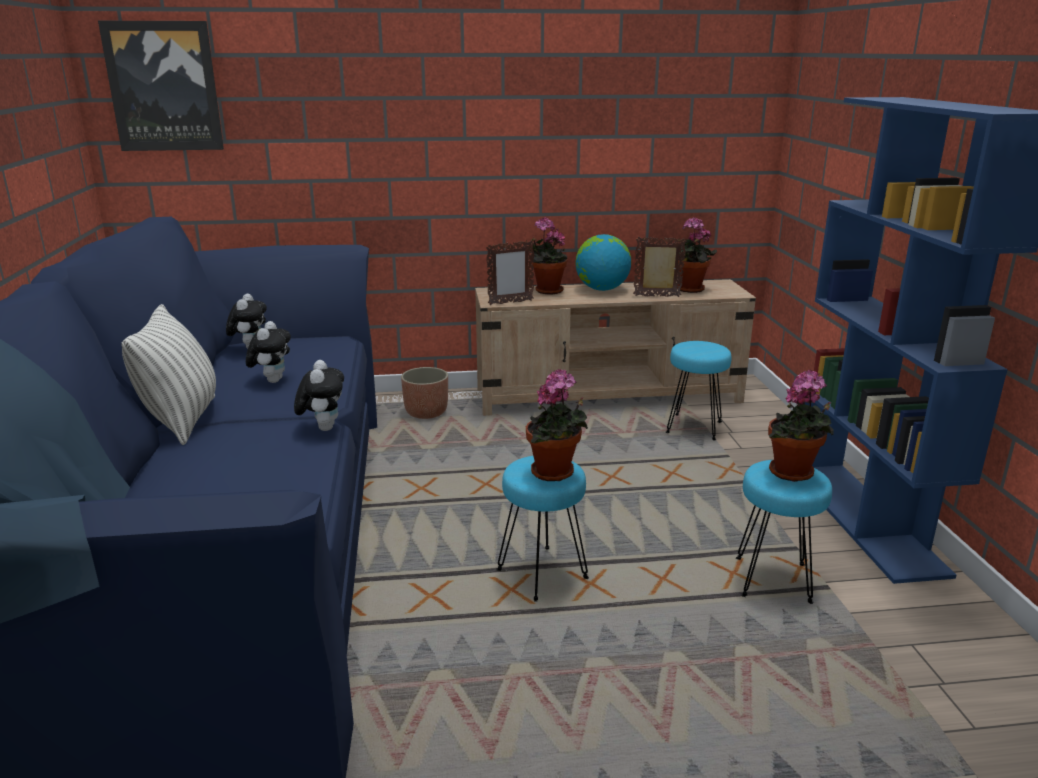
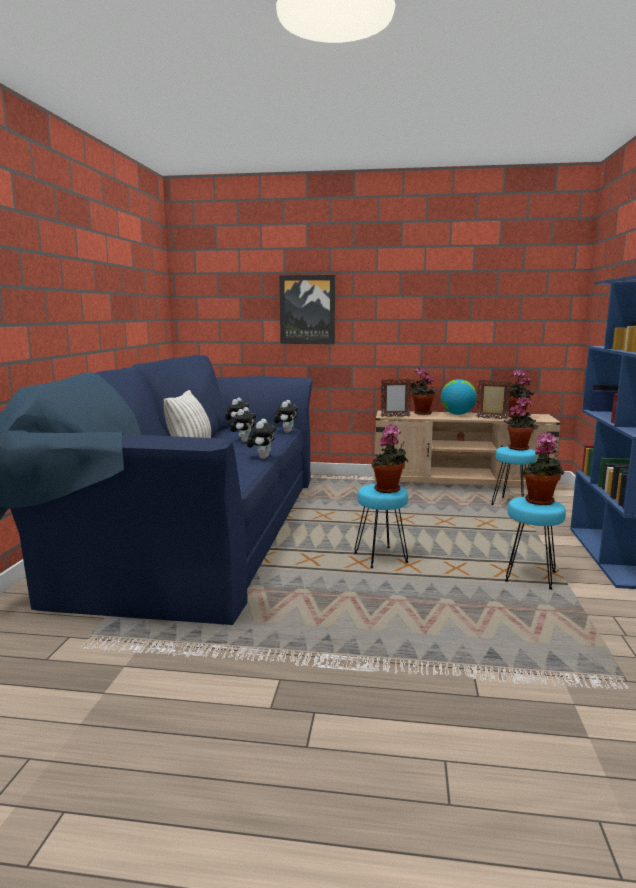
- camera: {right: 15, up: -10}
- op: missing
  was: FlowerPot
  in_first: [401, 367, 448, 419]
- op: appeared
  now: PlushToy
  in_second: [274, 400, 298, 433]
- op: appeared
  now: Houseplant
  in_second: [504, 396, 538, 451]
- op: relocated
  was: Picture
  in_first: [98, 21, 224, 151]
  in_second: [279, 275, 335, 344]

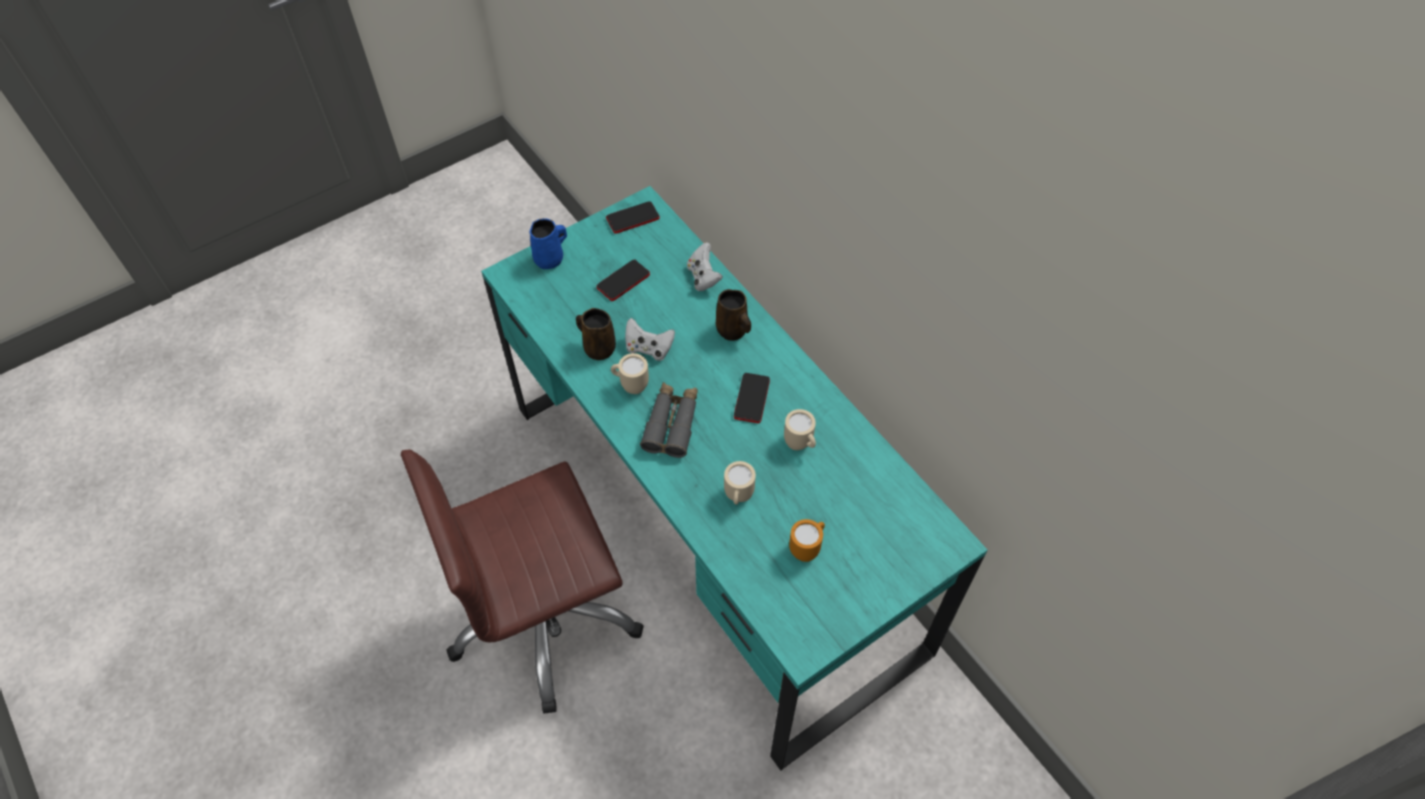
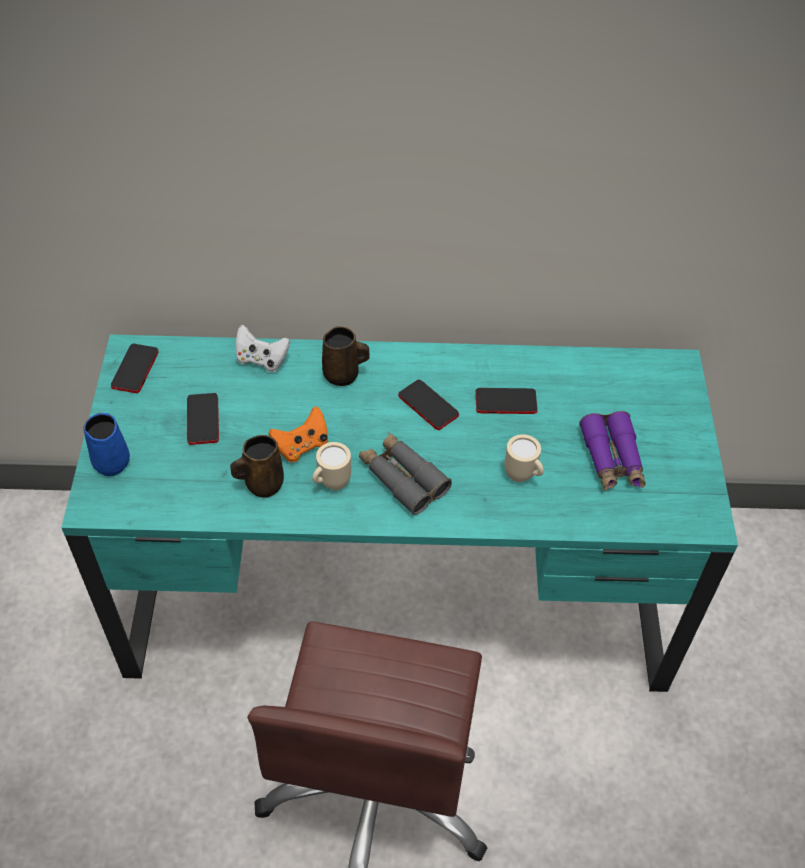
- camera: {right: -55, up: -5}
- op: exchanged
  was: SandColouredTeaMug
  now: Telephone
  in_first: [784, 409, 816, 450]
  in_second: [475, 388, 538, 414]
- op: exchanged
  was: OrangeyTeaMug
  now: PurpleFieldGlasses
  in_first: [789, 519, 825, 562]
  in_second: [579, 411, 646, 491]
- op: colour
  was: WhiteJoypad
  now: OrangeyJoypad
  in_first: [625, 318, 675, 361]
  in_second: [269, 407, 328, 462]

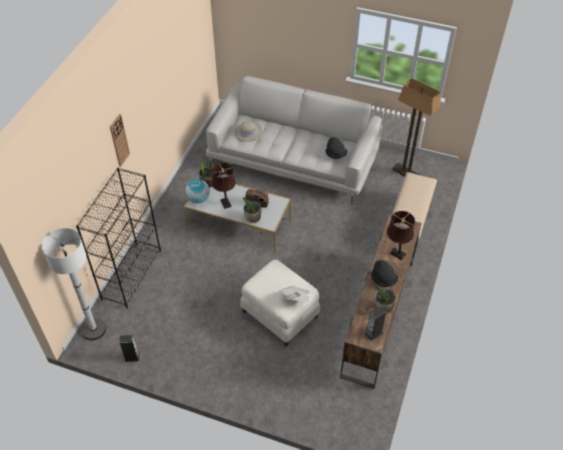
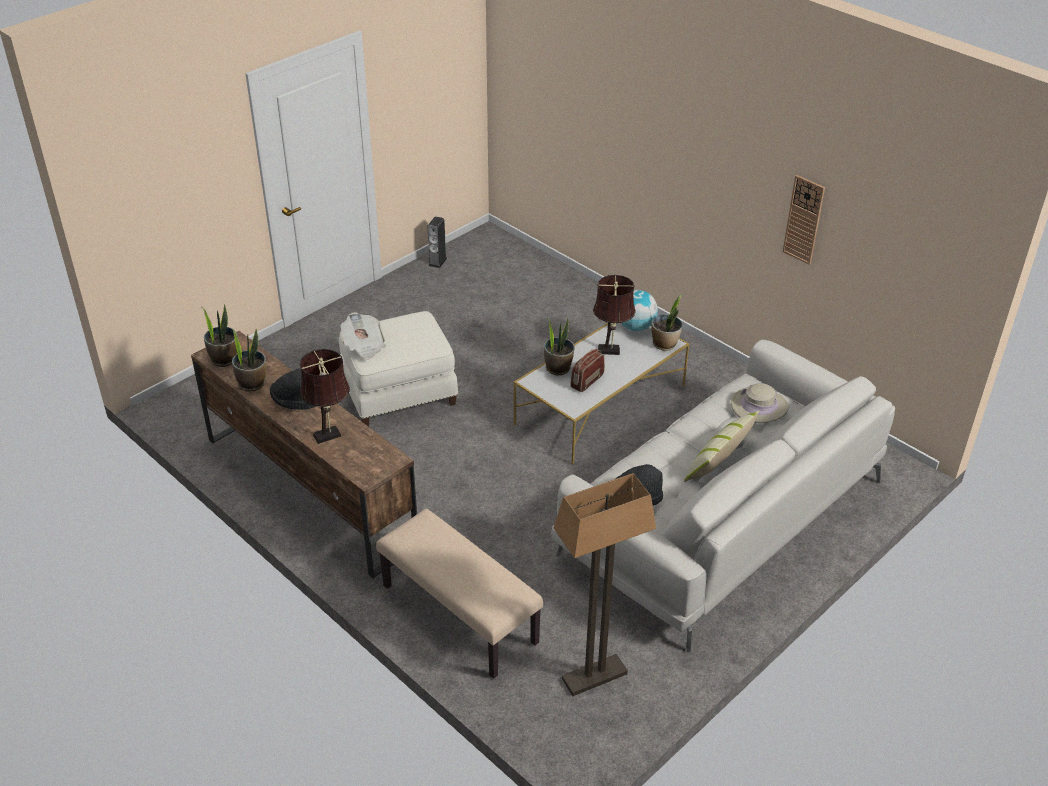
- camera: {right: 115, up: -10}
- op: missing
  was: WhiteStandingLamp
  in_first: [42, 228, 106, 340]
- op: missing
  was: BlackishBookshelf
  in_first: [76, 168, 161, 308]
- op: appeared
  now: Cushion
  in_second: [684, 411, 760, 482]
- op: relocated
  was: WallClock
  in_first: [110, 114, 130, 167]
  in_second: [783, 175, 825, 265]
- op: exchanged
  was: Speaker
  now: Houseplant
  in_first: [365, 306, 386, 341]
  in_second: [202, 304, 237, 367]

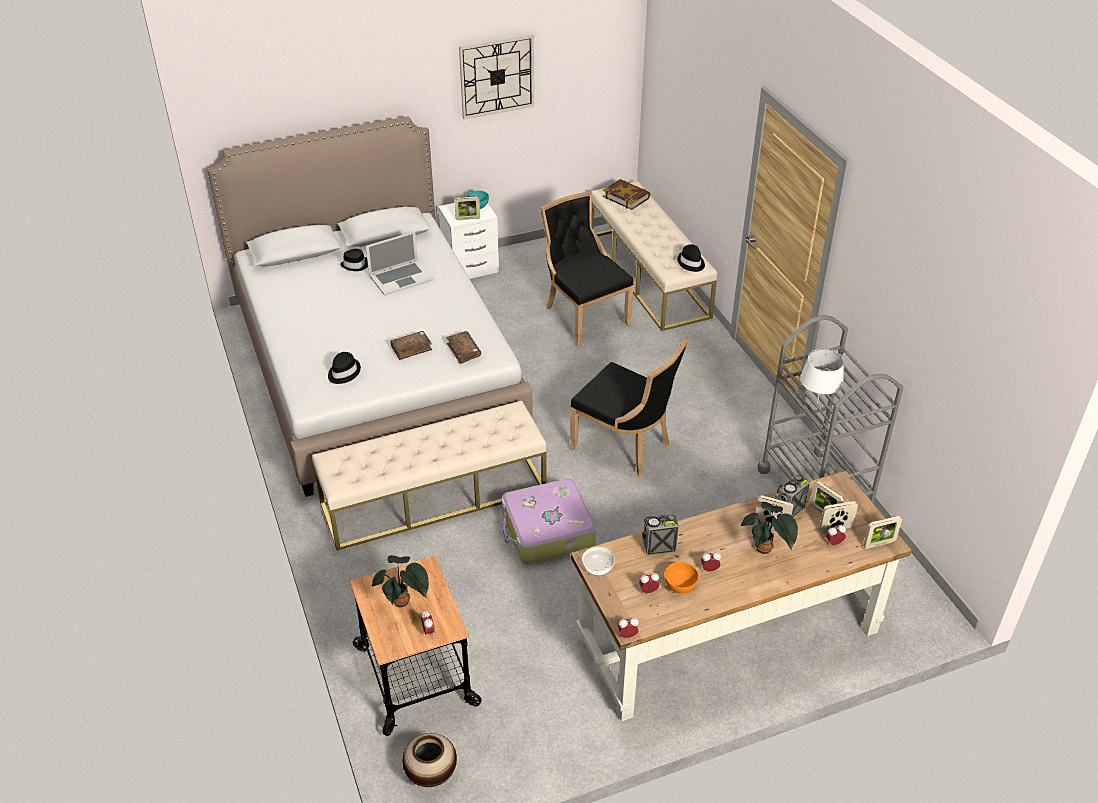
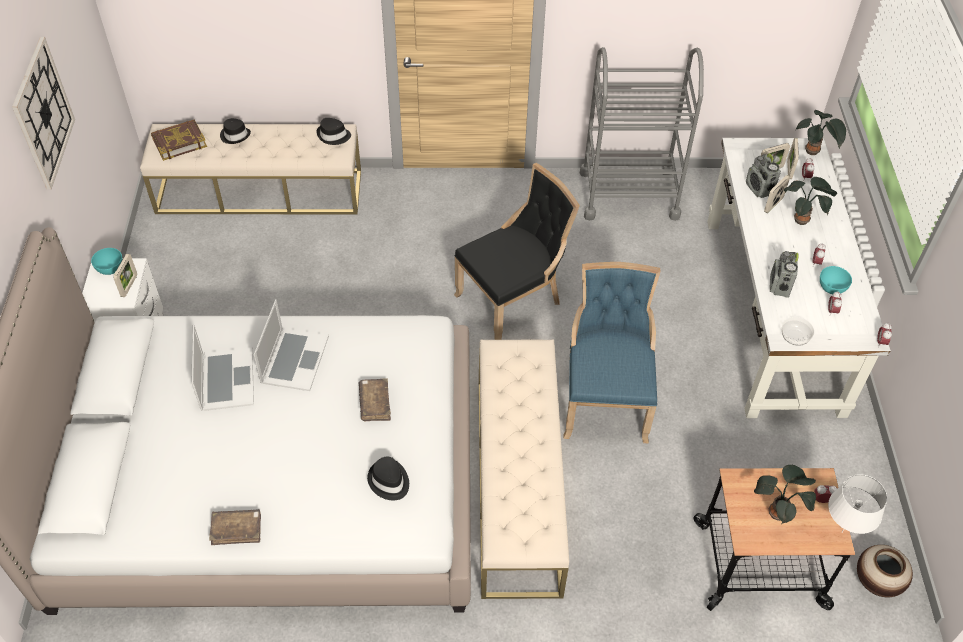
- camera: {right: -70, up: 10}
- op: missing
  was: BlackishChair
  in_first: [540, 191, 634, 347]
- op: appeared
  now: NotebookComputer
  in_second: [253, 299, 329, 391]
- op: relocated
  was: BlackishWearableHat
  in_first: [340, 249, 368, 271]
  in_second: [220, 118, 251, 144]
- op: relocated
  was: BrownBoundBook
  in_first: [446, 331, 481, 364]
  in_second: [209, 509, 261, 545]
- op: relocated
  was: WhiteTableLamp
  in_first: [800, 349, 844, 409]
  in_second: [828, 474, 887, 534]
- op: exchanged
  was: Suitcase
  now: BlueColouredChair
  in_first: [501, 479, 596, 564]
  in_second: [564, 262, 661, 443]
- op: exchanged
  was: PhotoFrame
  now: Houseplant
  in_first: [863, 516, 902, 549]
  in_second: [796, 110, 846, 155]
- op: colour
  was: BrownDesk
  now: WhiteDesk
  in_first: [571, 470, 912, 722]
  in_second: [707, 138, 891, 418]
- op: colour
  was: OrangeyDeepDish
  now: BlueGreenDeepDish
  in_first: [665, 562, 699, 593]
  in_second: [820, 266, 852, 294]

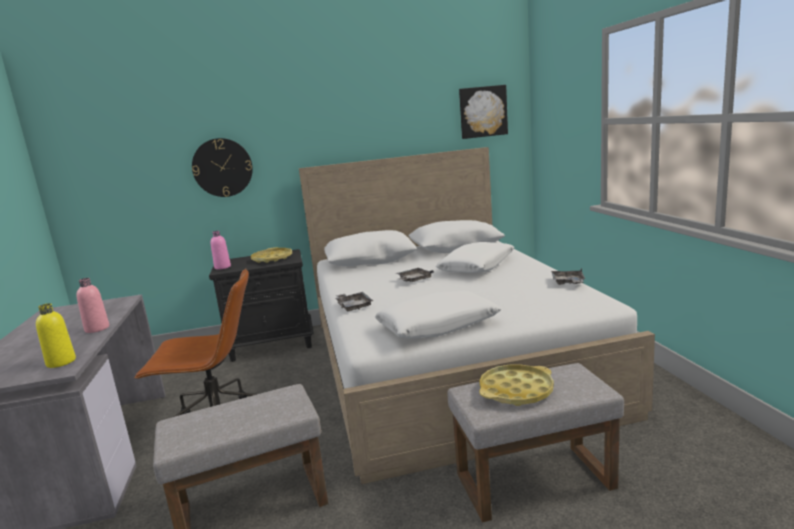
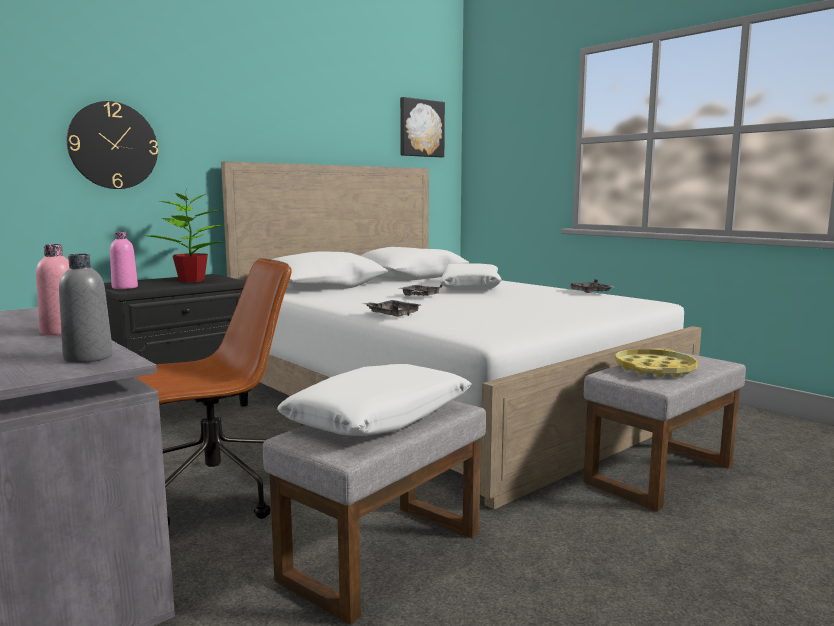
- camera: {right: -30, up: -5}
- op: relocated
  was: WhiteCushion
  in_first: [375, 291, 501, 338]
  in_second: [277, 364, 471, 436]
- op: exchanged
  was: YellowishTray
  now: Houseplant
  in_first: [251, 247, 292, 263]
  in_second: [146, 193, 224, 282]
- op: colour
  was: YellowishBeverageBottle
  now: GreyBeverageBottle
  in_first: [36, 303, 76, 368]
  in_second: [59, 254, 113, 363]

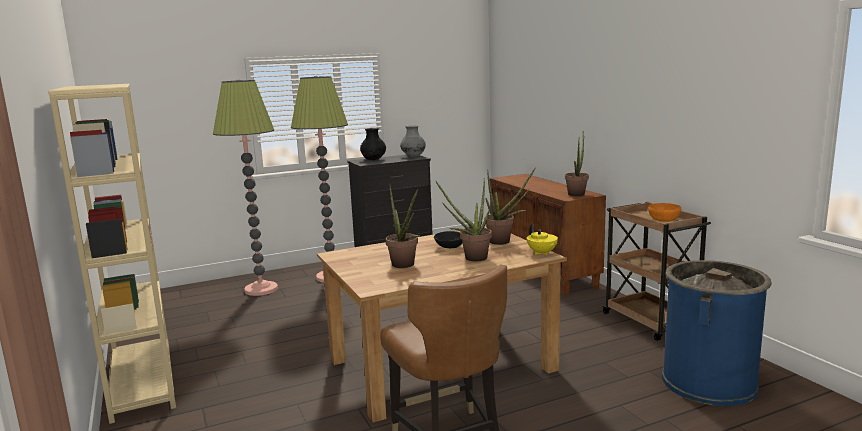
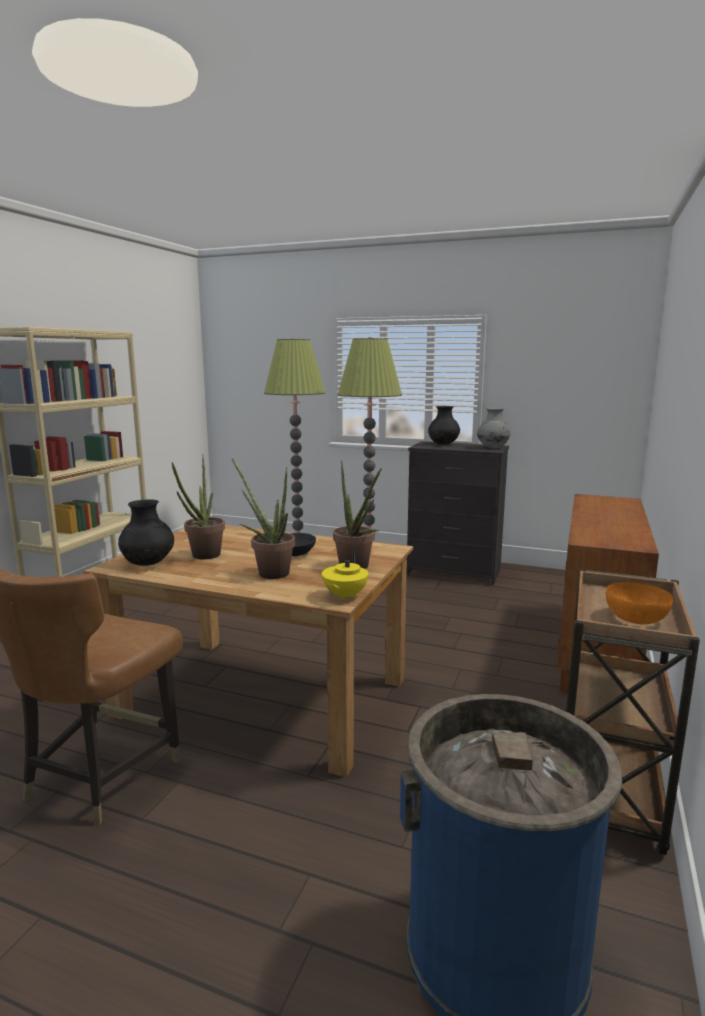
- camera: {right: 45, up: 0}
- op: missing
  was: Houseplant
  in_first: [565, 131, 589, 196]
- op: appeared
  now: BlackishFlowerVase
  in_second: [118, 500, 174, 566]

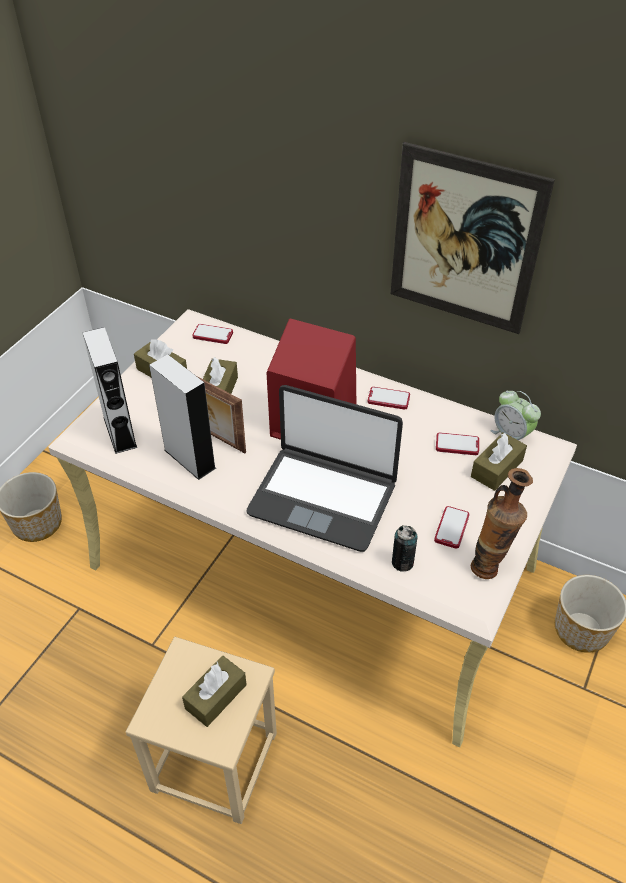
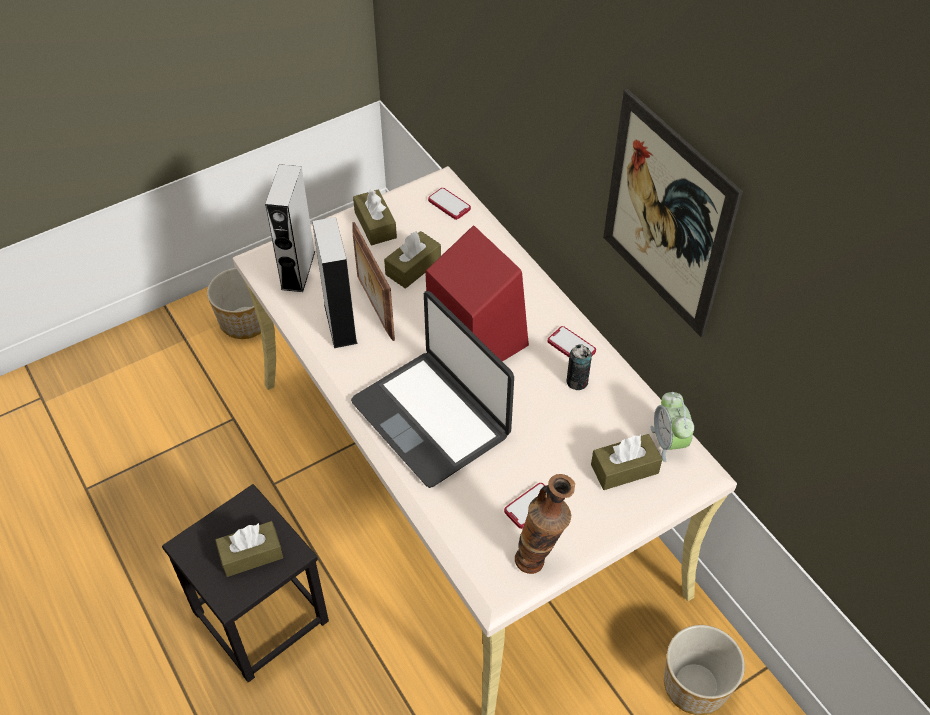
- camera: {right: 30, up: 5}
- op: missing
  was: Telephone
  in_first: [436, 433, 479, 455]
- op: relocated
  was: SealedCan
  in_first: [392, 525, 418, 572]
  in_second: [567, 344, 592, 390]
- op: colour
  was: SandColouredSittingStool
  now: BlackishSittingStool
  in_first: [126, 637, 277, 824]
  in_second: [162, 484, 329, 682]

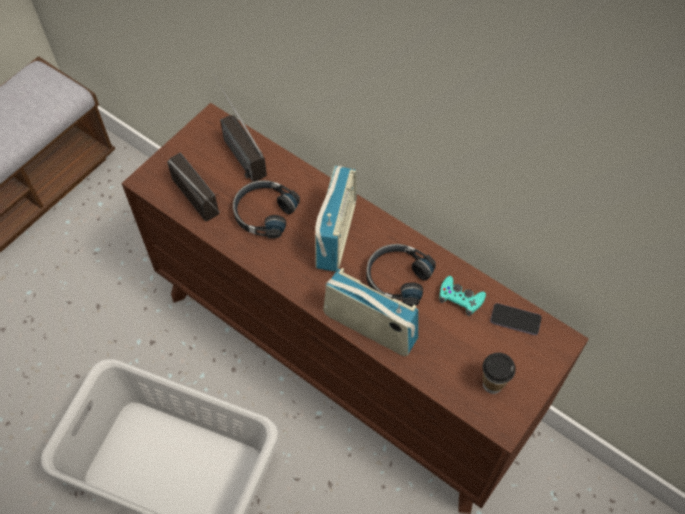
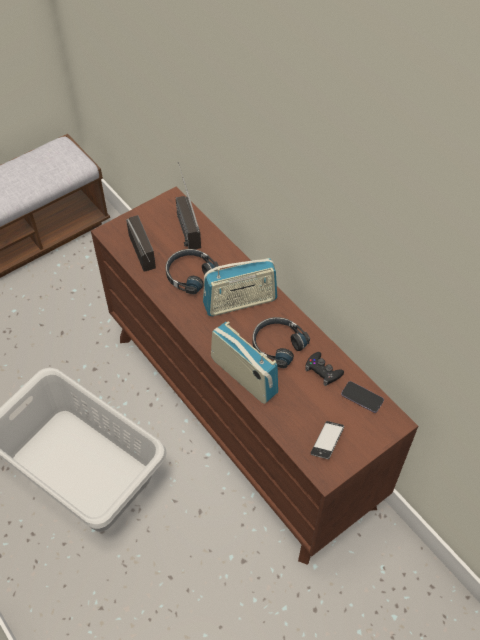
- camera: {right: 15, up: -5}
- op: exchanged
  was: Cup
  now: Telephone
  in_first: [482, 353, 516, 394]
  in_second: [311, 421, 344, 459]
- op: colour
  was: BlueGreenJoypad
  now: BlackishJoypad
  in_first: [439, 276, 486, 316]
  in_second: [305, 352, 344, 386]
- op: spun
  was: RadioSet
  in_first: [315, 166, 356, 272]
  in_second: [203, 258, 277, 316]
  clockwise: 45

